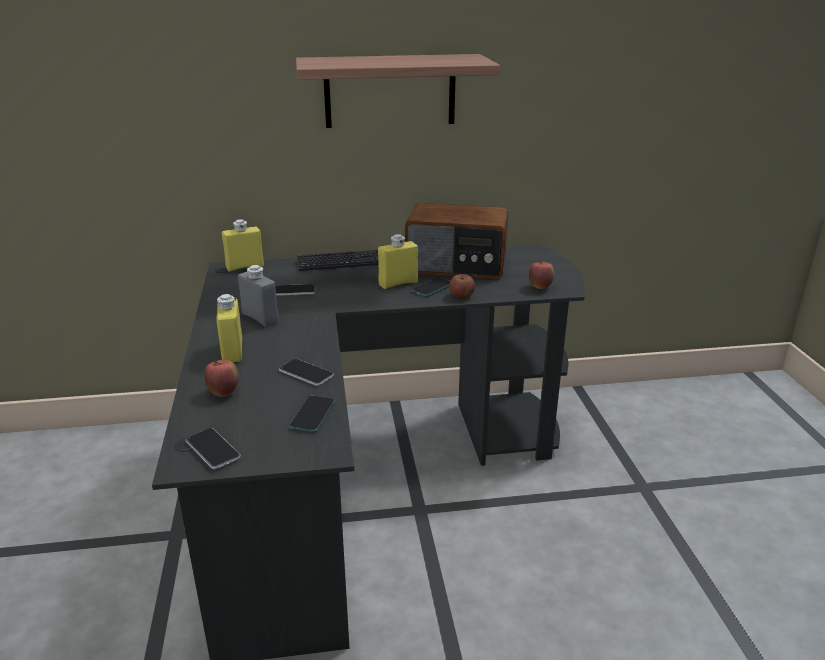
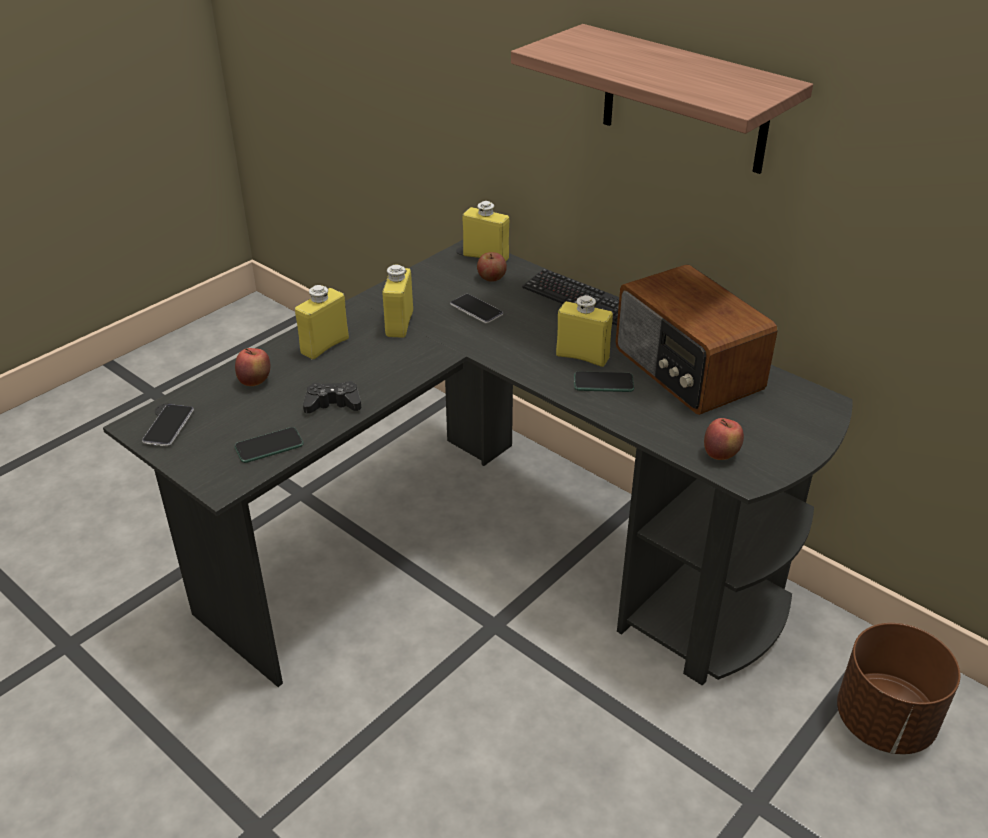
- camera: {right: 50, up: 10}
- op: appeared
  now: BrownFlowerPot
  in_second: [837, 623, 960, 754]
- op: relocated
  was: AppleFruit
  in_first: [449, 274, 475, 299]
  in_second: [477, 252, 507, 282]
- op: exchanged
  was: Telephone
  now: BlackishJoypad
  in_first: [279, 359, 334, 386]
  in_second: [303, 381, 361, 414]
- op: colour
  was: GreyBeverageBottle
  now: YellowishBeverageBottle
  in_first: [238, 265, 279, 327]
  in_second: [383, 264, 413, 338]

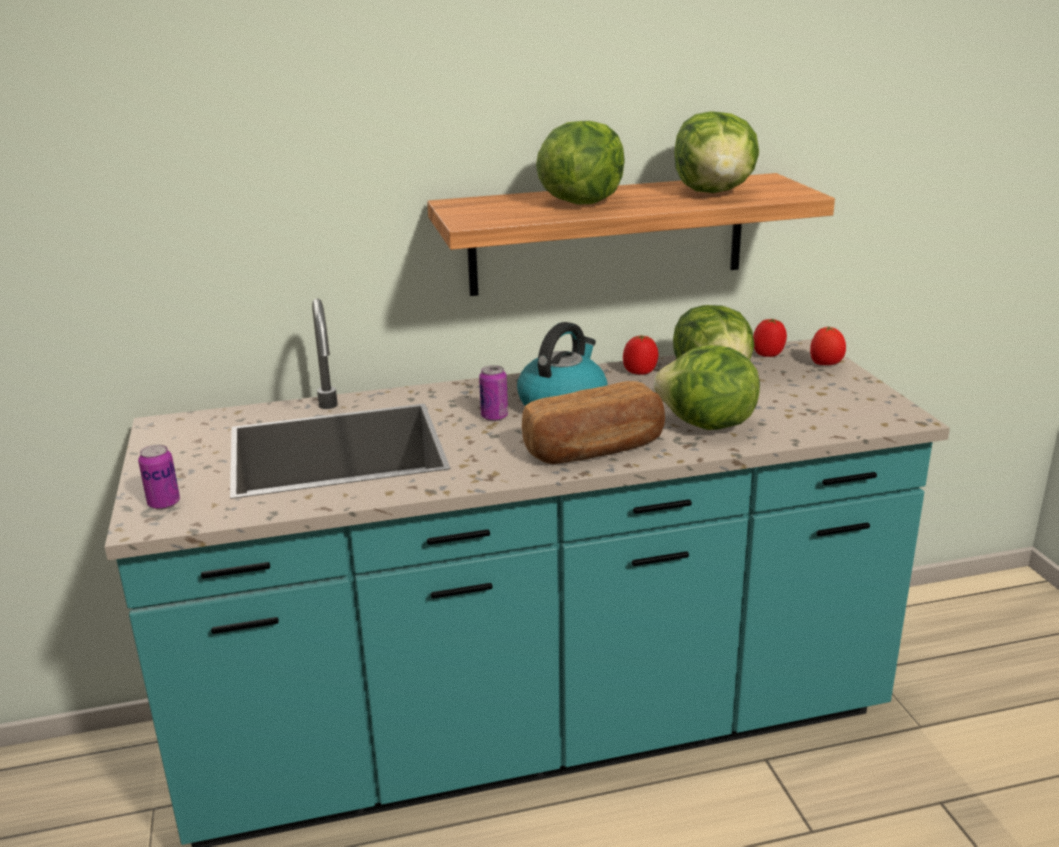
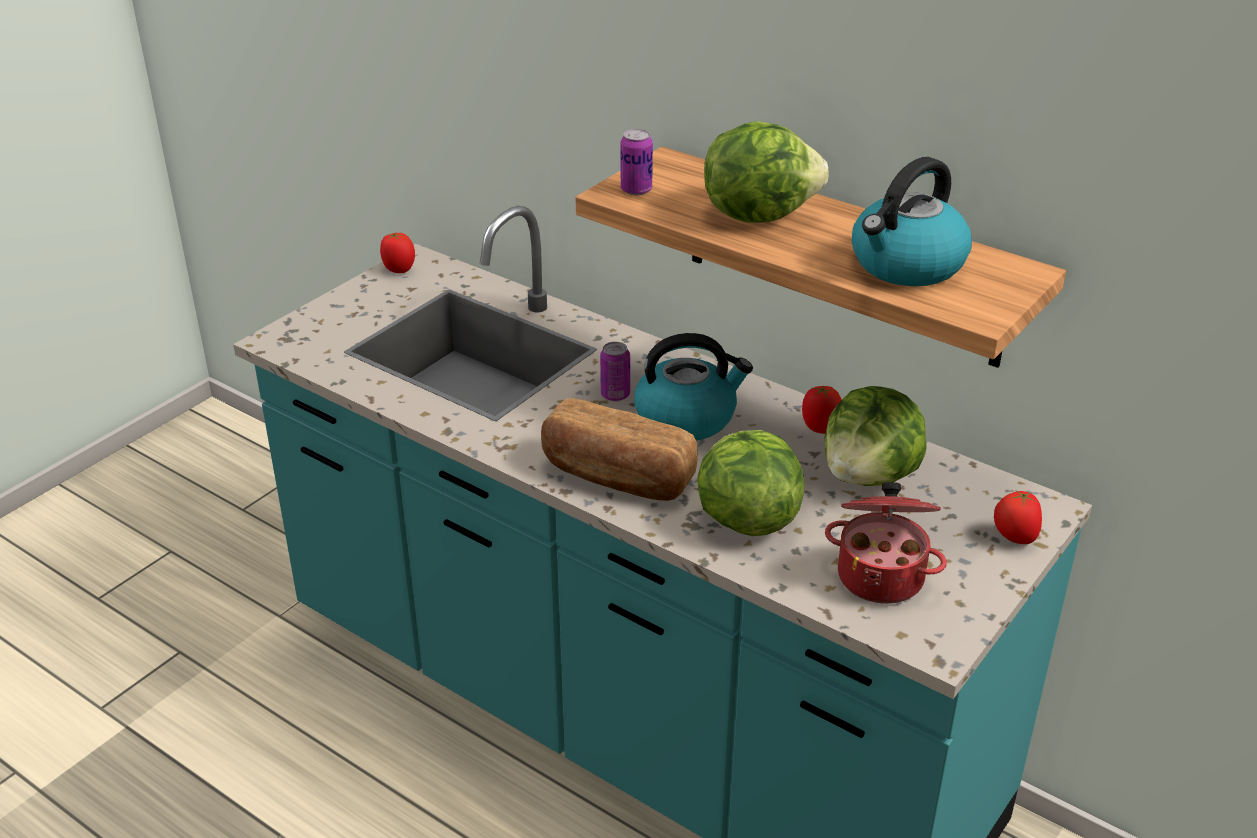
- camera: {right: 50, up: 10}
- op: appeared
  now: CookingPot
  in_second: [825, 482, 947, 604]
- op: relocated
  was: SealedCan
  in_first: [138, 445, 180, 510]
  in_second: [621, 129, 653, 195]
- op: relocated
  was: FreshTomato
  in_first: [753, 319, 787, 357]
  in_second: [380, 232, 415, 273]
- op: exchanged
  was: Lettuce
  now: Kettle
  in_first: [674, 111, 759, 193]
  in_second: [852, 157, 972, 286]

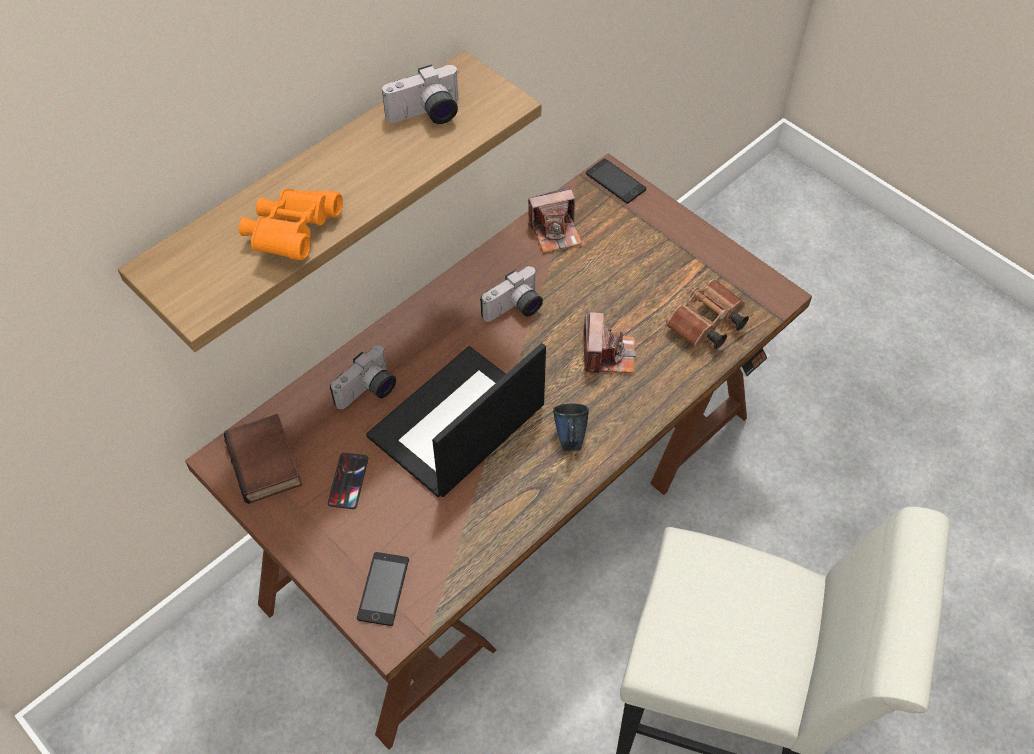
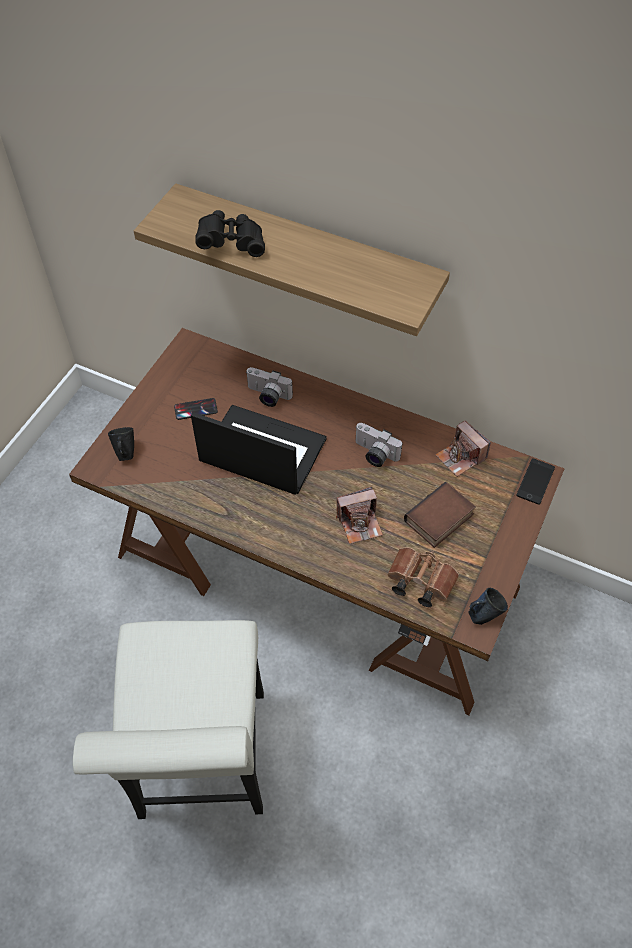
- camera: {right: 70, up: 0}
- op: missing
  was: PhotoCamera
  in_first: [382, 64, 459, 124]
- op: relocated
  was: BoundBook
  in_first: [224, 414, 302, 504]
  in_second: [404, 482, 476, 548]
- op: relocated
  was: BlueColouredTeaMug
  in_first: [553, 403, 589, 451]
  in_second: [468, 588, 508, 625]
- op: exchanged
  was: Telephone
  now: BlackishTeaMug
  in_first: [357, 552, 409, 626]
  in_second: [108, 427, 134, 461]
- op: colour
  was: OrangeyFieldGlasses
  now: BlackishFieldGlasses
  in_first: [239, 189, 343, 260]
  in_second: [195, 210, 265, 257]

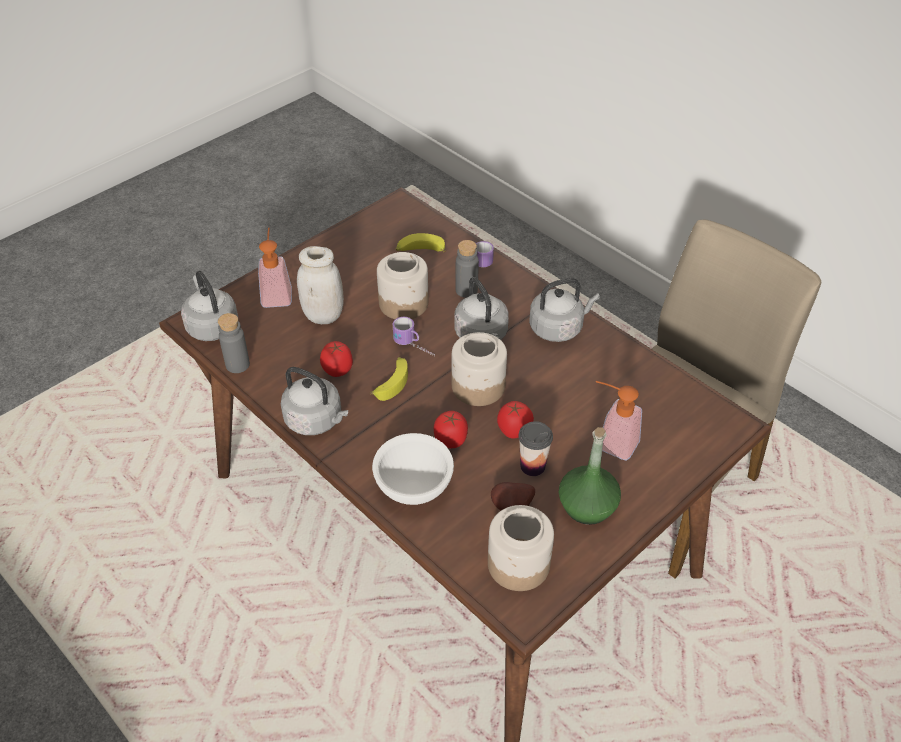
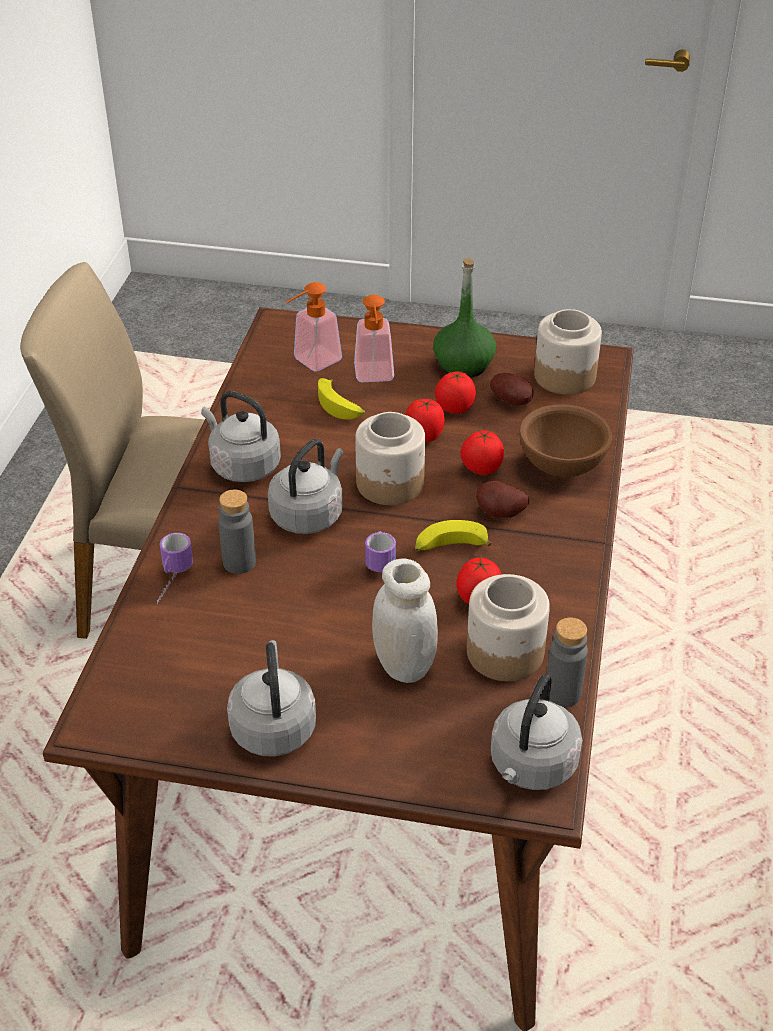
- camera: {right: -125, up: -5}
- op: appeared
  now: WholePotato
  in_second: [476, 481, 529, 518]
- op: relocated
  was: SoapDispenser
  in_first: [258, 228, 292, 308]
  in_second: [286, 282, 342, 372]
- op: relocated
  was: GreyKettle
  in_first: [281, 367, 348, 435]
  in_second: [227, 640, 316, 756]
- op: relocated
  was: StorageJar
  in_first: [377, 252, 428, 319]
  in_second: [467, 574, 550, 681]
- op: relocated
  was: BananaFruit
  in_first: [396, 233, 446, 252]
  in_second: [318, 378, 365, 419]
- op: exchanged
  was: Cup
  now: FreshTomato
  in_first: [518, 421, 553, 476]
  in_second: [435, 371, 476, 414]
- op: colour
  was: WhiteDeepDish
  now: BrownDeepDish
  in_first: [372, 433, 454, 505]
  in_second: [519, 404, 612, 477]

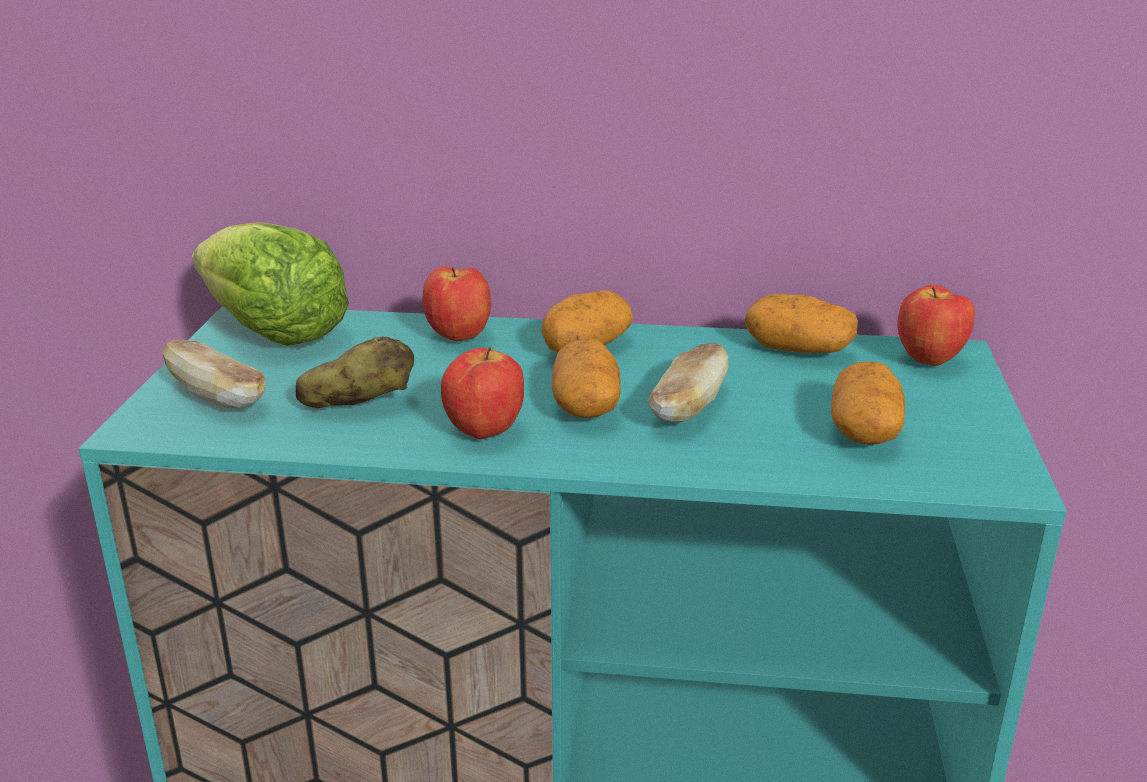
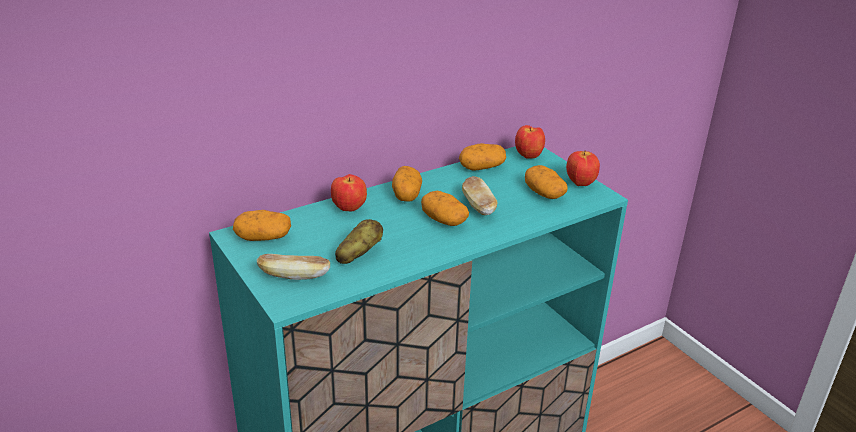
- camera: {right: -40, up: 5}
- op: relocated
  was: AppleFruit
  in_first: [441, 347, 524, 439]
  in_second: [566, 150, 600, 186]
- op: exchanged
  was: Lettuce
  now: WholePotato
  in_first: [192, 222, 349, 346]
  in_second: [233, 210, 291, 241]

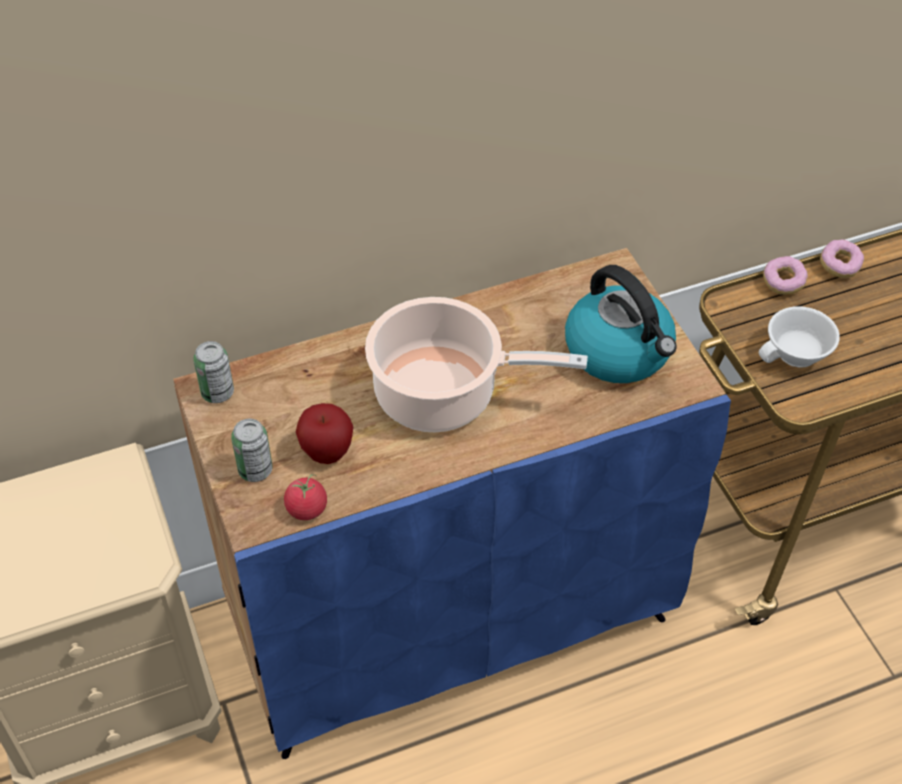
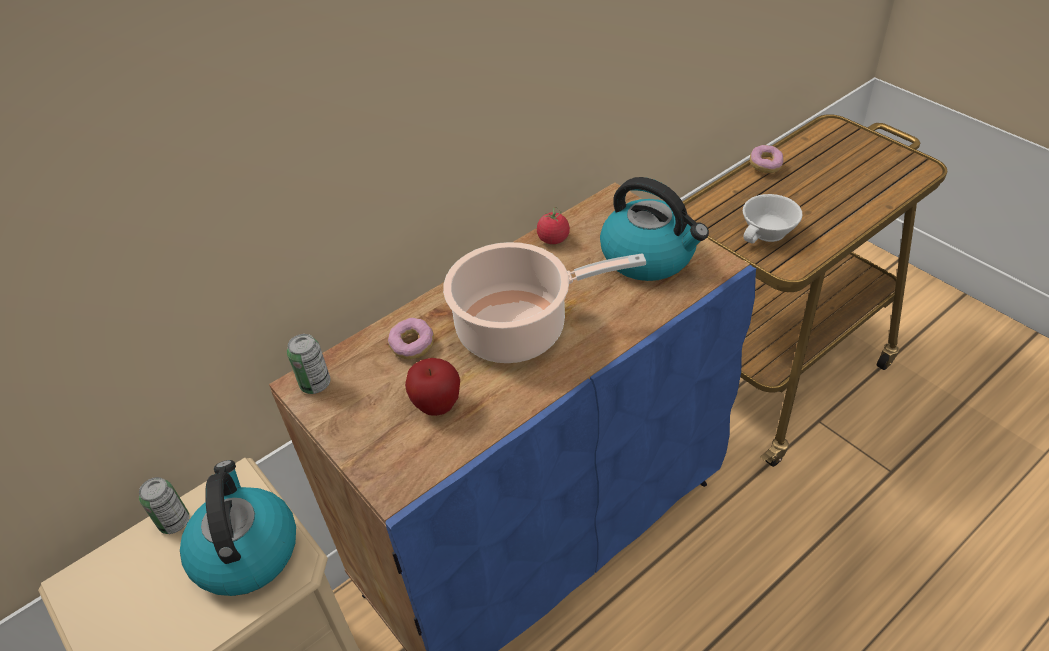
- camera: {right: -15, up: -5}
- op: appeared
  now: Kettle
  in_second: [180, 460, 296, 596]
- op: relocated
  was: SealedCan
  in_first: [231, 419, 273, 482]
  in_second: [139, 477, 189, 534]
- op: relocated
  was: FreshTomato
  in_first: [284, 474, 327, 520]
  in_second: [537, 207, 570, 244]
- op: relocated
  was: Doughnut
  in_first: [763, 256, 808, 295]
  in_second: [388, 318, 434, 360]

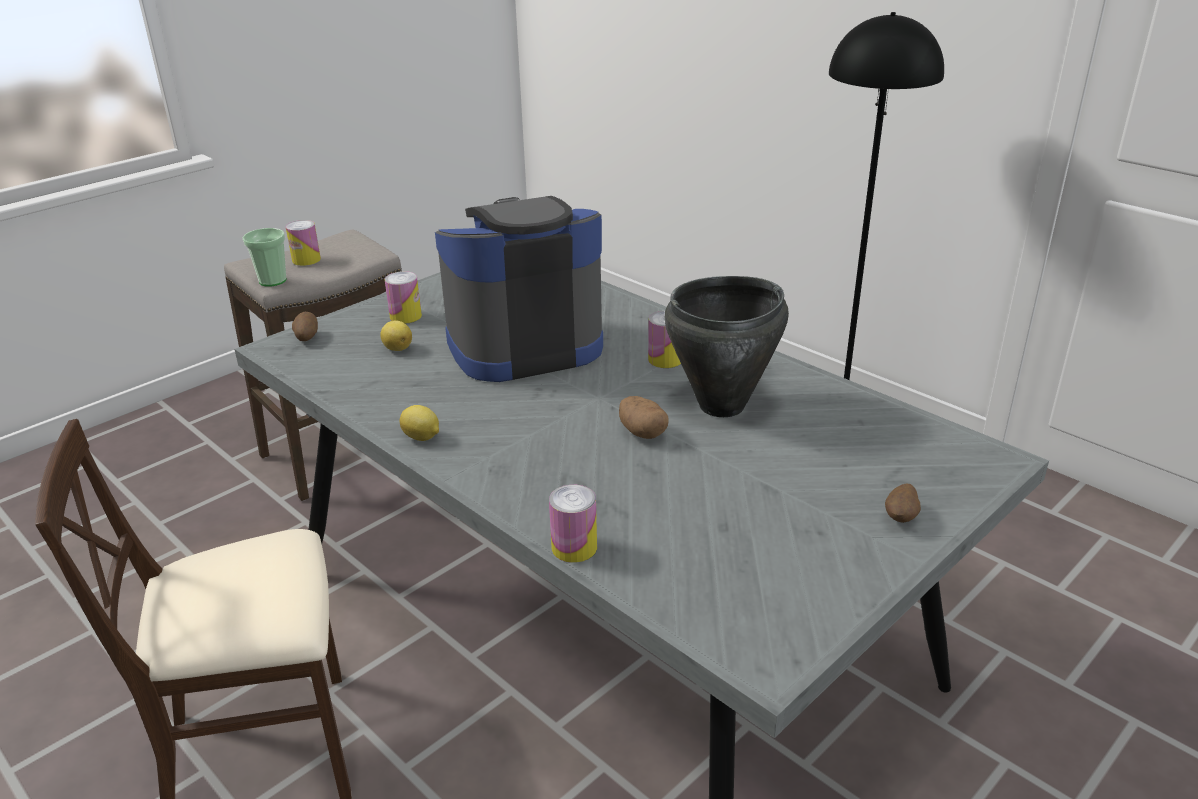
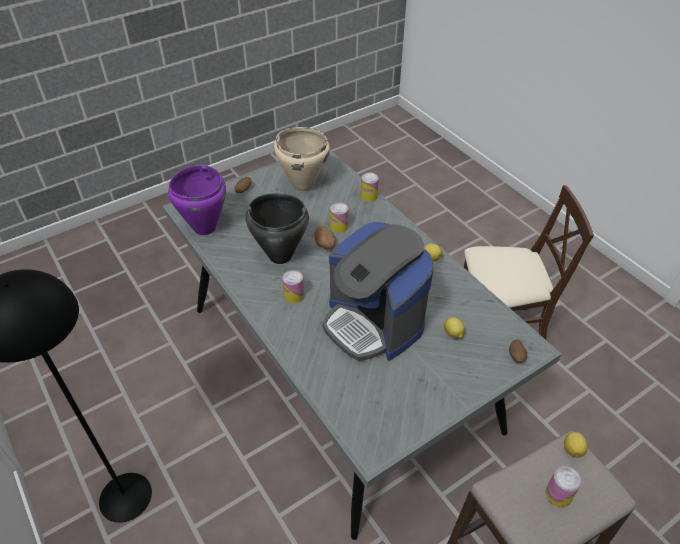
- camera: {right: -170, up: 15}
- op: appeared
  now: PurpleCookingPot
  in_second: [168, 165, 226, 235]
- op: appeared
  now: SandColouredCookingPot
  in_second: [274, 127, 330, 192]
- op: relocated
  was: SealedCan
  in_first: [385, 271, 422, 324]
  in_second: [330, 202, 348, 233]
- op: exchanged
  was: Cup
  now: CitrusFruit
  in_first: [242, 228, 287, 287]
  in_second: [564, 432, 588, 458]
- op: spun
  was: CoffeeMachine
  in_first: [435, 196, 603, 382]
  in_second: [322, 222, 434, 361]
  clockwise: 60

